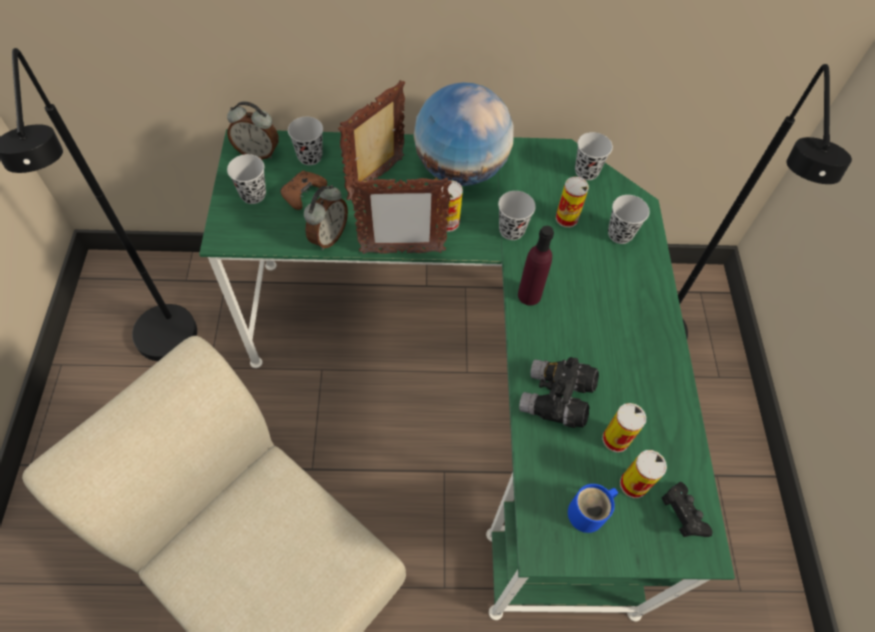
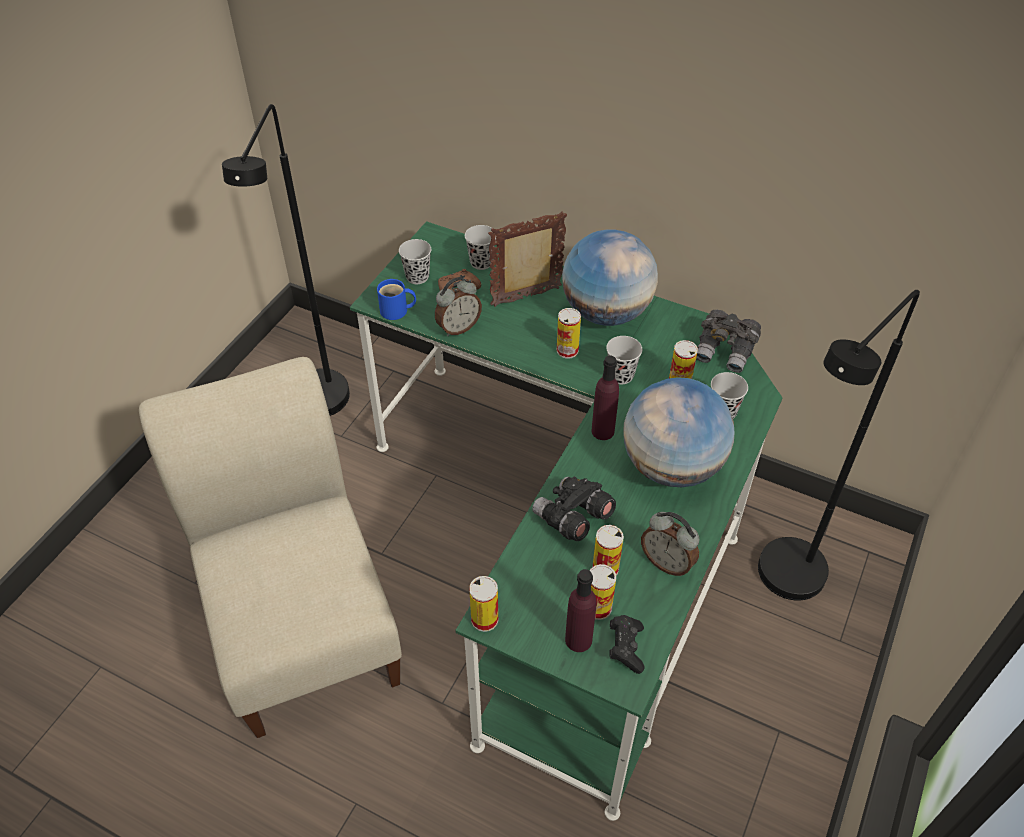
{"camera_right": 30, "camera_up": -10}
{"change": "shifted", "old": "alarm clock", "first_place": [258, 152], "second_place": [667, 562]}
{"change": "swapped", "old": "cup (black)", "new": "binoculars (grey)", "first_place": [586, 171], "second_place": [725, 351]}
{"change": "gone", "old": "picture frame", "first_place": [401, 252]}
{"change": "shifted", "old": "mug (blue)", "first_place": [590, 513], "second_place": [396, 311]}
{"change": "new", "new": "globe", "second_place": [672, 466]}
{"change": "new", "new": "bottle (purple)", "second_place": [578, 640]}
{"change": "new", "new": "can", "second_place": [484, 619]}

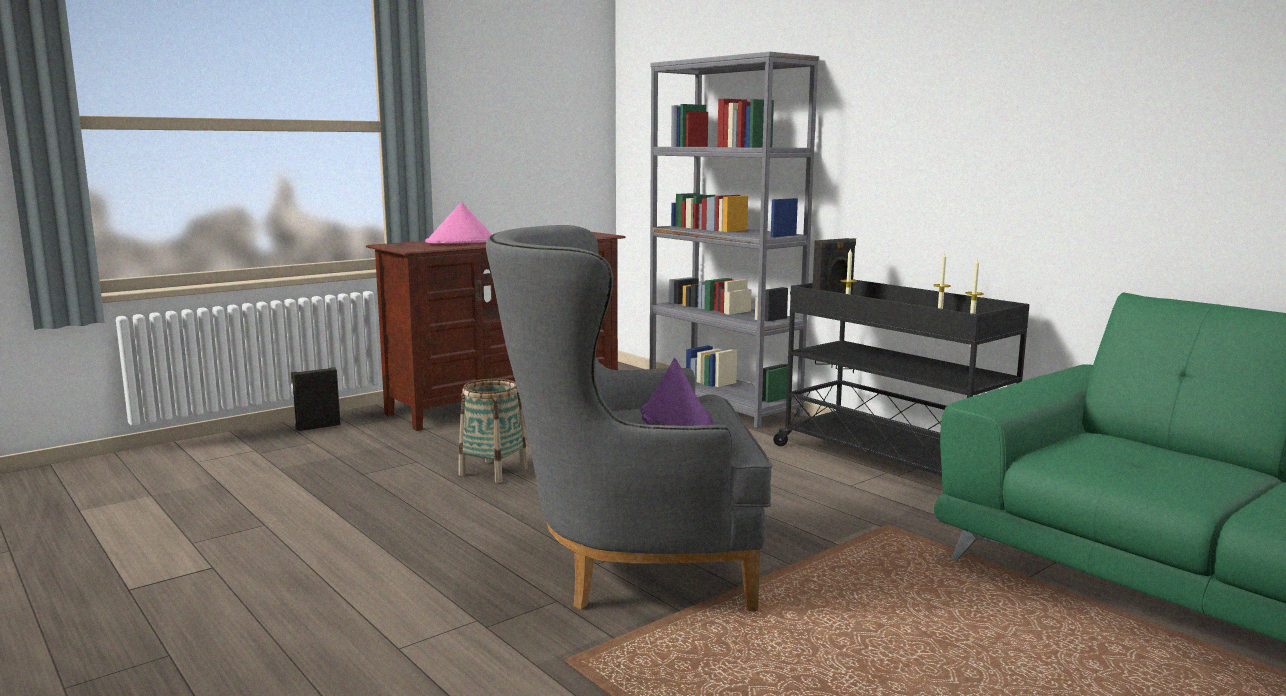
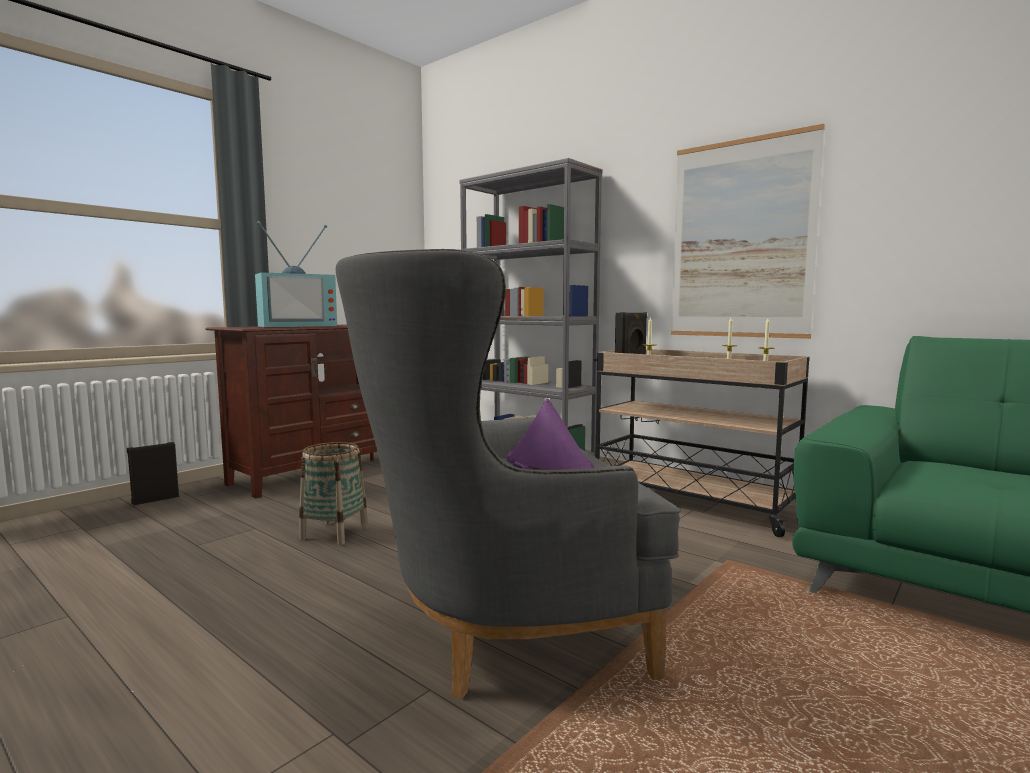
{"camera_right": -10, "camera_up": -5}
{"change": "swapped", "old": "hat (pink)", "new": "television", "first_place": [461, 242], "second_place": [298, 326]}
{"change": "repainted", "old": "cart (black)", "new": "cart (beige)", "first_place": [889, 462], "second_place": [689, 501]}
{"change": "new", "new": "picture", "second_place": [741, 239]}

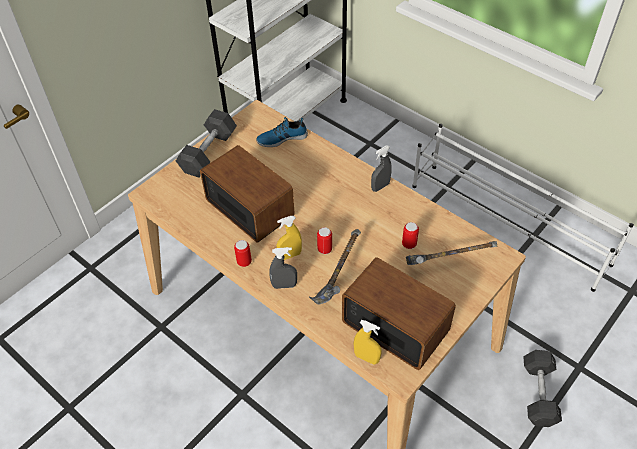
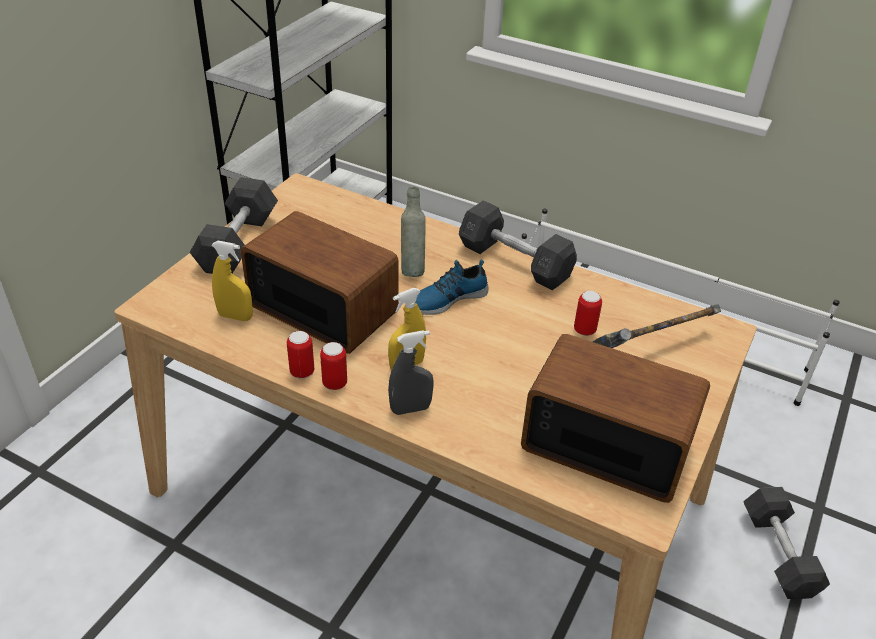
{"camera_right": -15, "camera_up": -10}
{"change": "shifted", "old": "shoe", "first_place": [282, 138], "second_place": [447, 299]}
{"change": "swapped", "old": "spray bottle (grey)", "new": "dumbbell (grey)", "first_place": [380, 187], "second_place": [514, 262]}
{"change": "shifted", "old": "can", "first_place": [324, 249], "second_place": [302, 372]}
{"change": "gone", "old": "hammer", "first_place": [339, 278]}
{"change": "shifted", "old": "spray bottle (yellow)", "first_place": [366, 358], "second_place": [235, 316]}
{"change": "new", "new": "bottle (grey)", "second_place": [412, 269]}

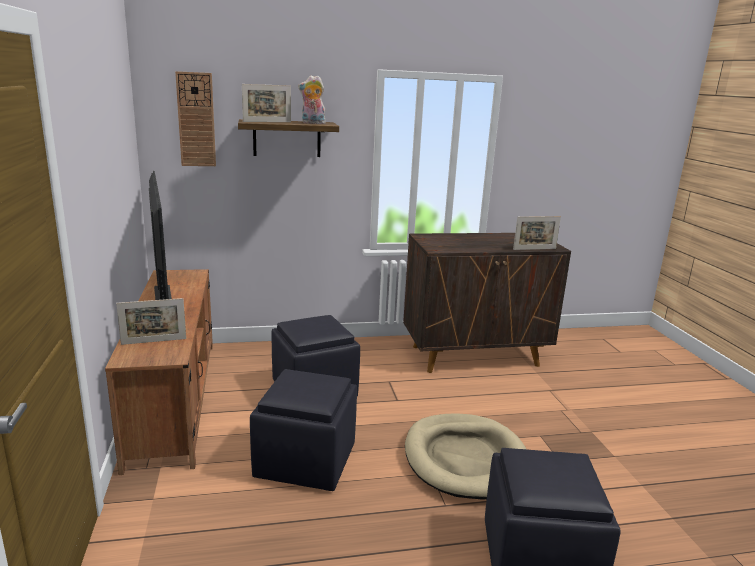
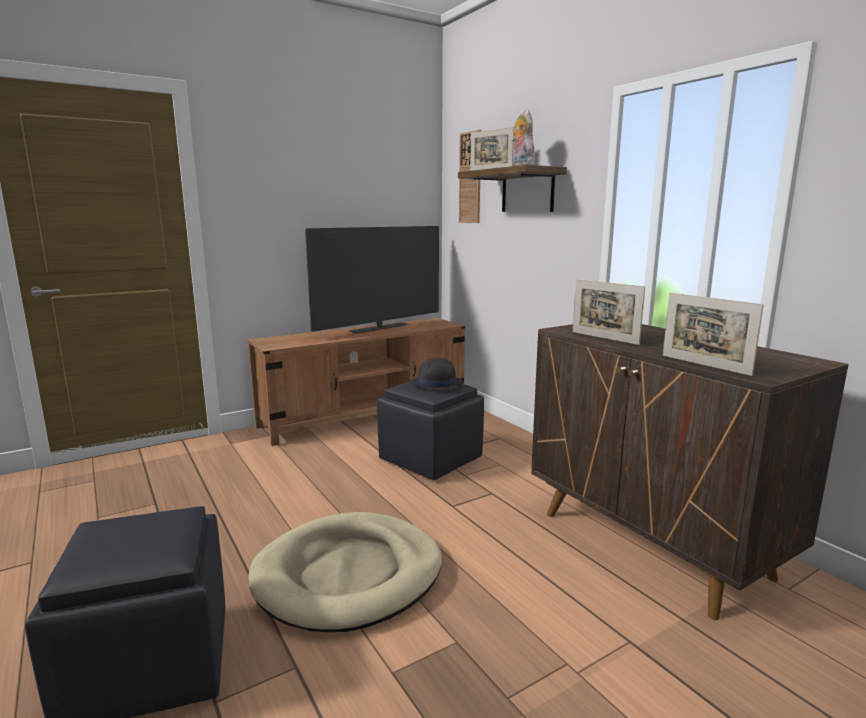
{"camera_right": 70, "camera_up": -5}
{"change": "shifted", "old": "picture frame", "first_place": [154, 341], "second_place": [604, 338]}
{"change": "gone", "old": "ottoman (black)", "first_place": [305, 460]}
{"change": "new", "new": "hat (black)", "second_place": [436, 384]}

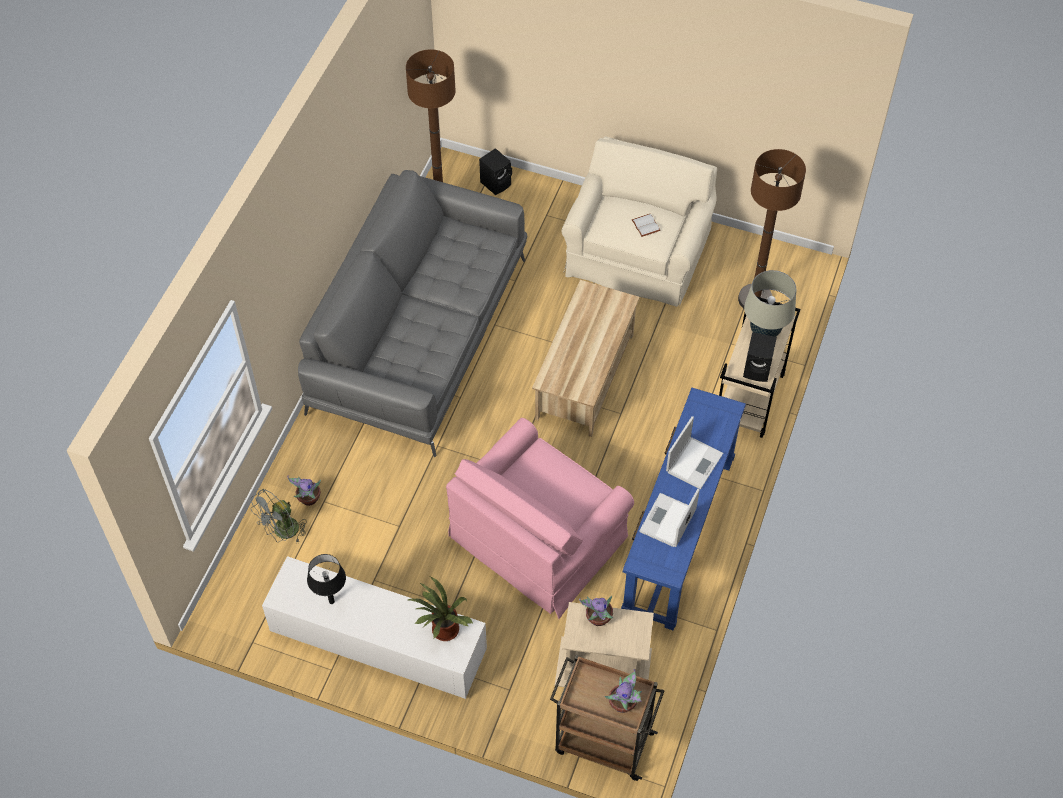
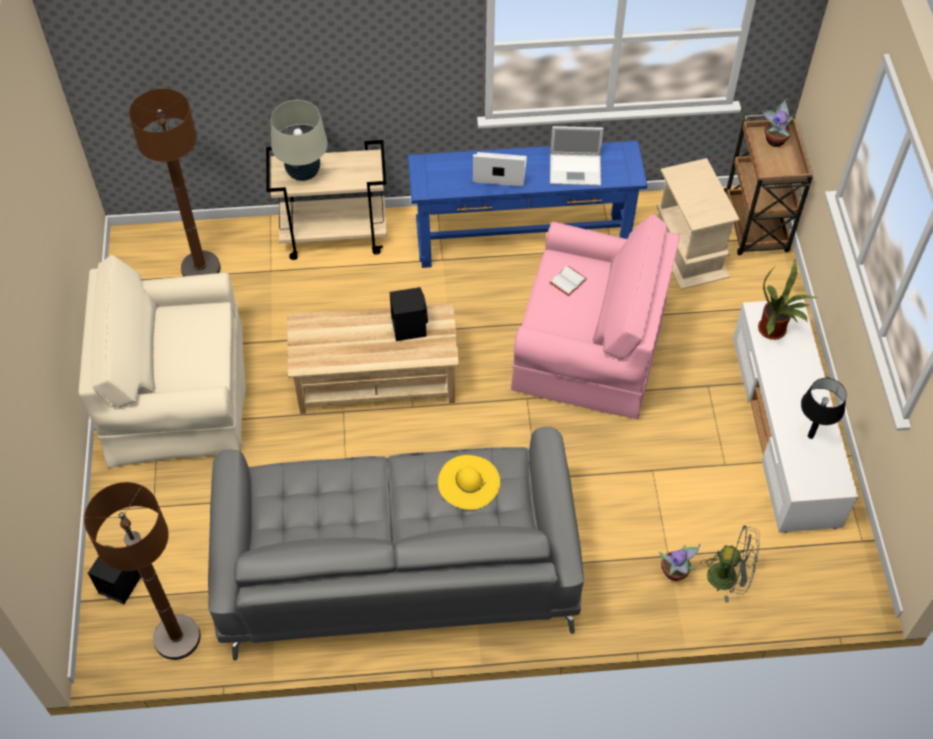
{"camera_right": -115, "camera_up": 0}
{"change": "shifted", "old": "book (white)", "first_place": [645, 225], "second_place": [568, 282]}
{"change": "shifted", "old": "speaker (black)", "first_place": [758, 369], "second_place": [409, 326]}
{"change": "gone", "old": "potted plant", "first_place": [597, 619]}
{"change": "new", "new": "hat (yellow)", "second_place": [469, 482]}

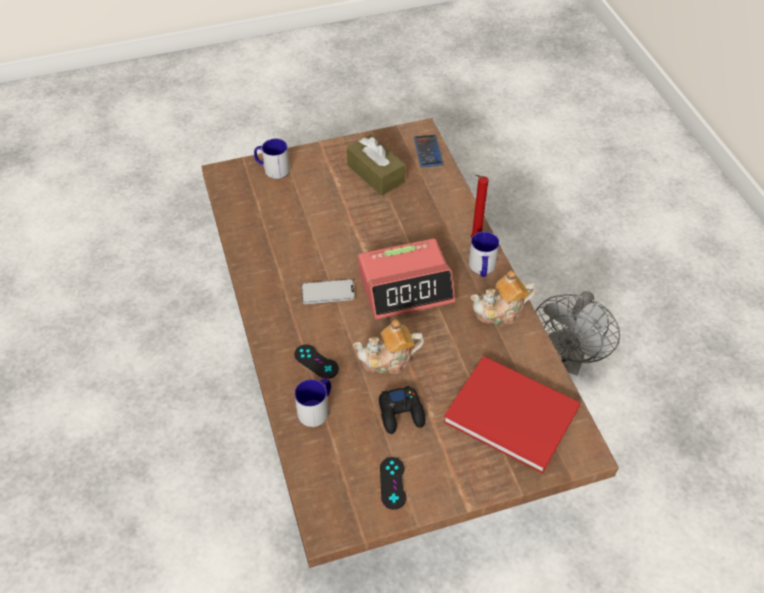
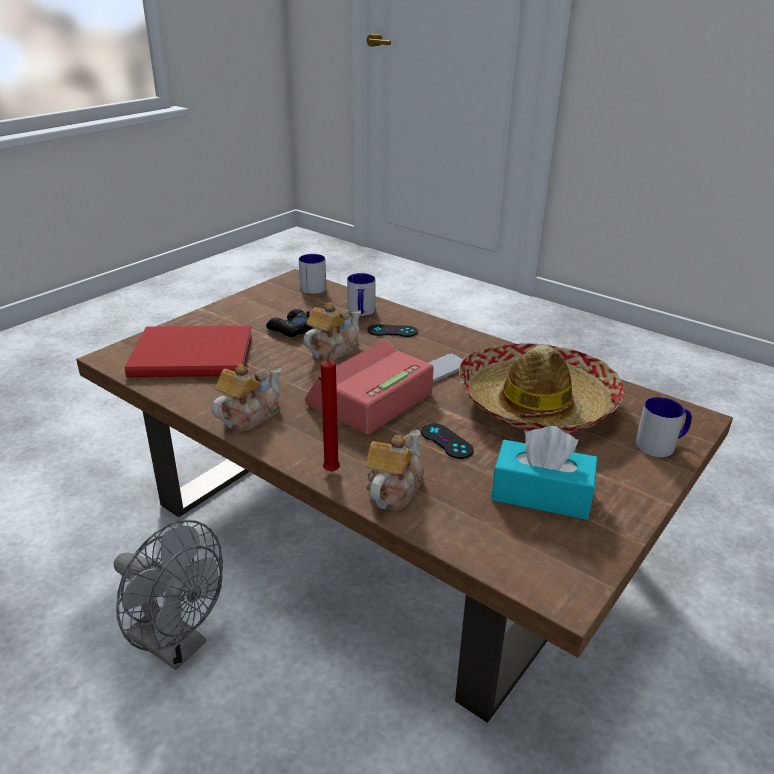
{"camera_right": 145, "camera_up": -20}
{"change": "repainted", "old": "tissue box (brown)", "new": "tissue box (turquoise)", "first_place": [375, 174], "second_place": [541, 494]}
{"change": "gone", "old": "phone", "first_place": [428, 151]}
{"change": "shifted", "old": "mug", "first_place": [482, 268], "second_place": [310, 287]}
{"change": "rotated", "old": "fan (grey)", "first_place": [568, 360], "second_place": [177, 645], "degrees": 135}
{"change": "shifted", "old": "game controller (black)", "first_place": [392, 483], "second_place": [446, 441]}
{"change": "new", "new": "hat", "second_place": [537, 403]}
{"change": "new", "new": "teapot", "second_place": [393, 490]}

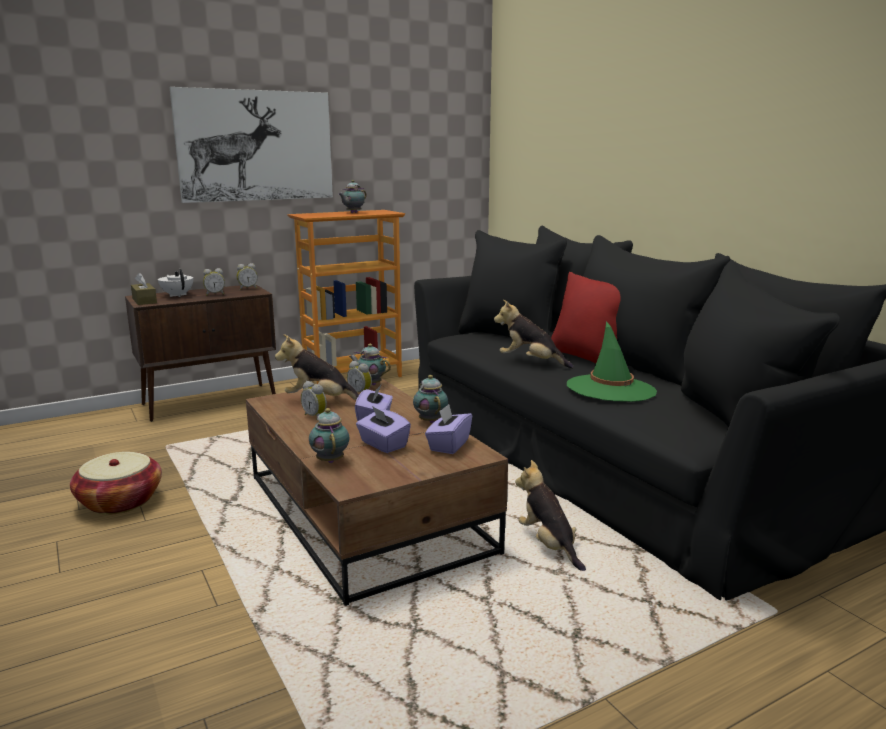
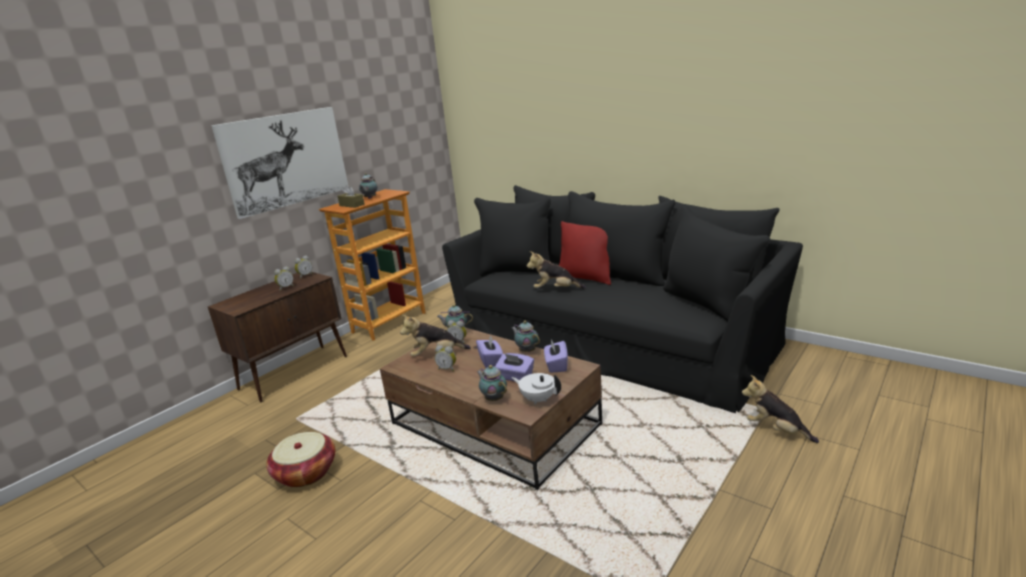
{"camera_right": -20, "camera_up": 5}
{"change": "shifted", "old": "teapot (white)", "first_place": [177, 295], "second_place": [538, 399]}
{"change": "shifted", "old": "tissue box (brown)", "first_place": [144, 301], "second_place": [352, 205]}
{"change": "gone", "old": "hat (green)", "first_place": [611, 389]}
{"change": "shifted", "old": "plush toy", "first_place": [548, 545], "second_place": [776, 430]}

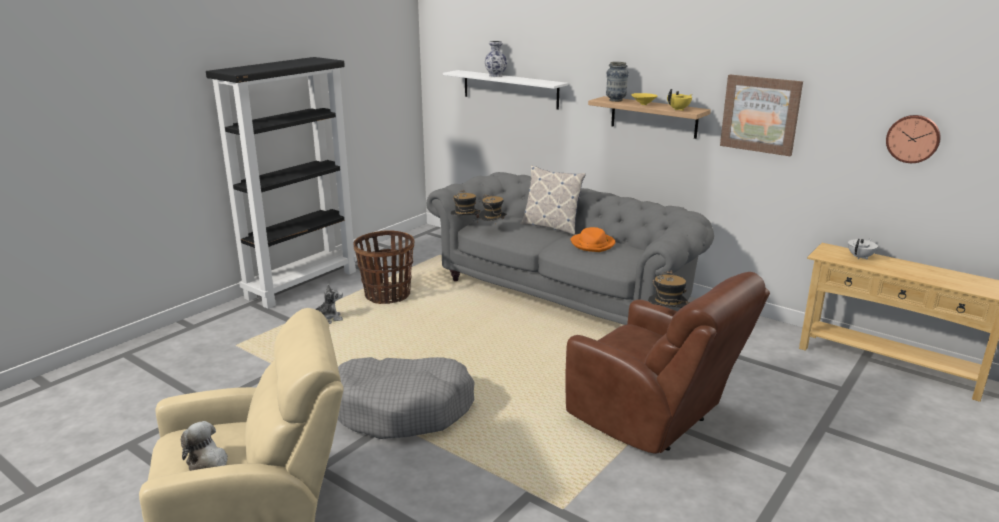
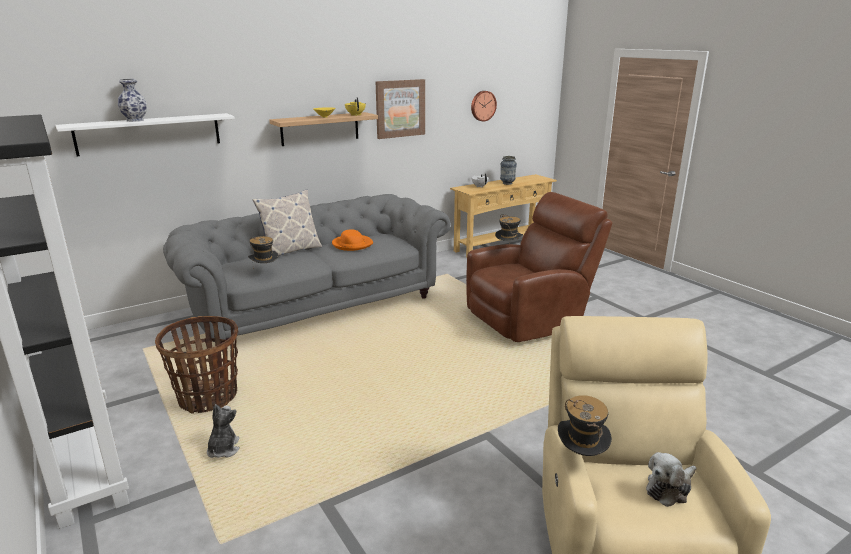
{"camera_right": -70, "camera_up": 0}
{"change": "shifted", "old": "vase", "first_place": [615, 100], "second_place": [507, 183]}
{"change": "shifted", "old": "hat", "first_place": [465, 225], "second_place": [580, 459]}
{"change": "gone", "old": "dog bed (grey)", "first_place": [403, 409]}

